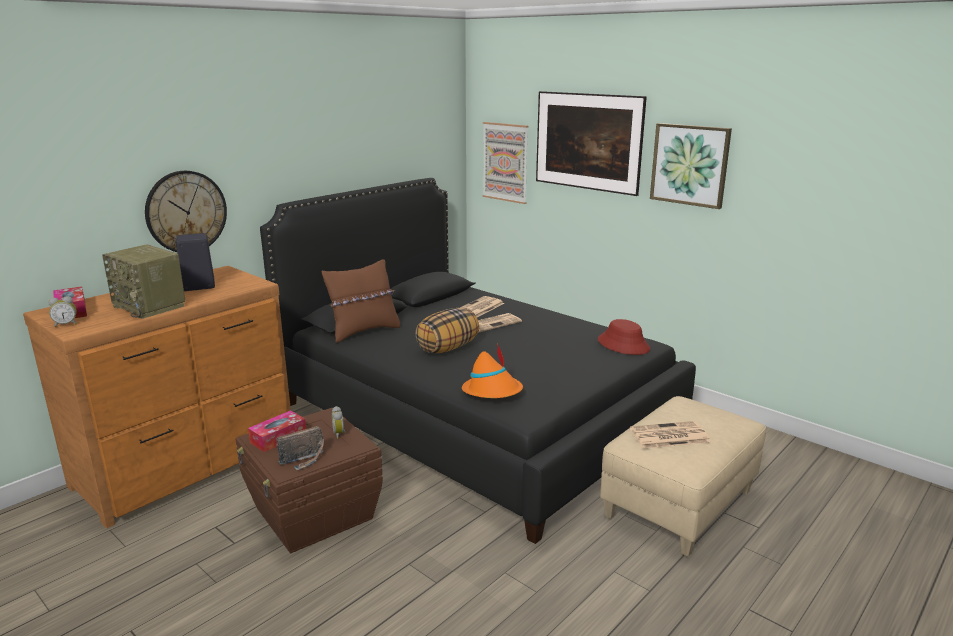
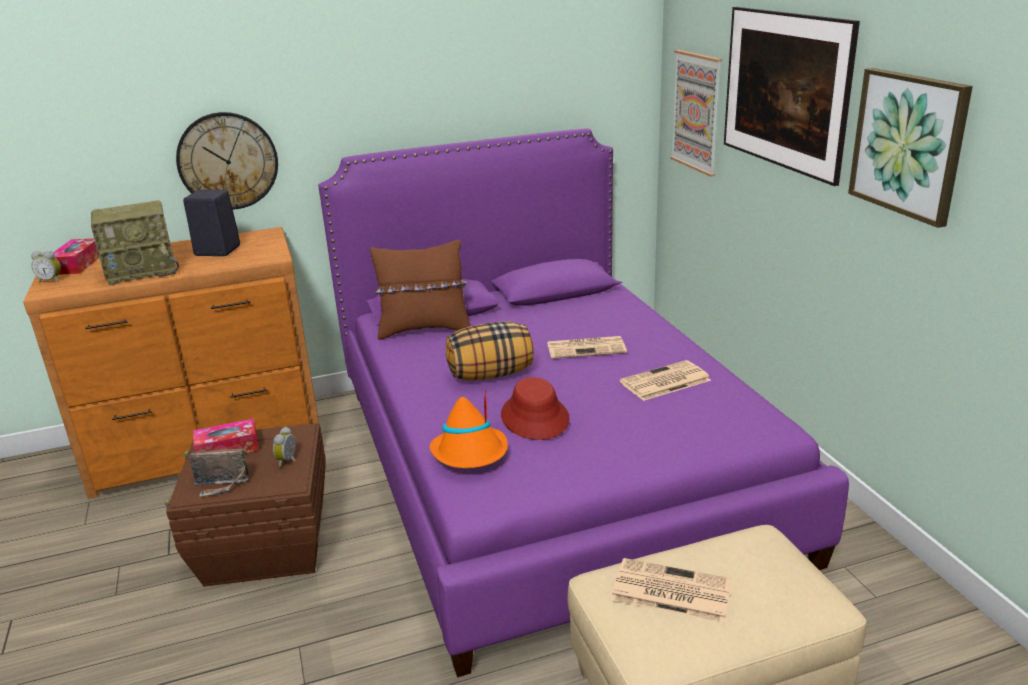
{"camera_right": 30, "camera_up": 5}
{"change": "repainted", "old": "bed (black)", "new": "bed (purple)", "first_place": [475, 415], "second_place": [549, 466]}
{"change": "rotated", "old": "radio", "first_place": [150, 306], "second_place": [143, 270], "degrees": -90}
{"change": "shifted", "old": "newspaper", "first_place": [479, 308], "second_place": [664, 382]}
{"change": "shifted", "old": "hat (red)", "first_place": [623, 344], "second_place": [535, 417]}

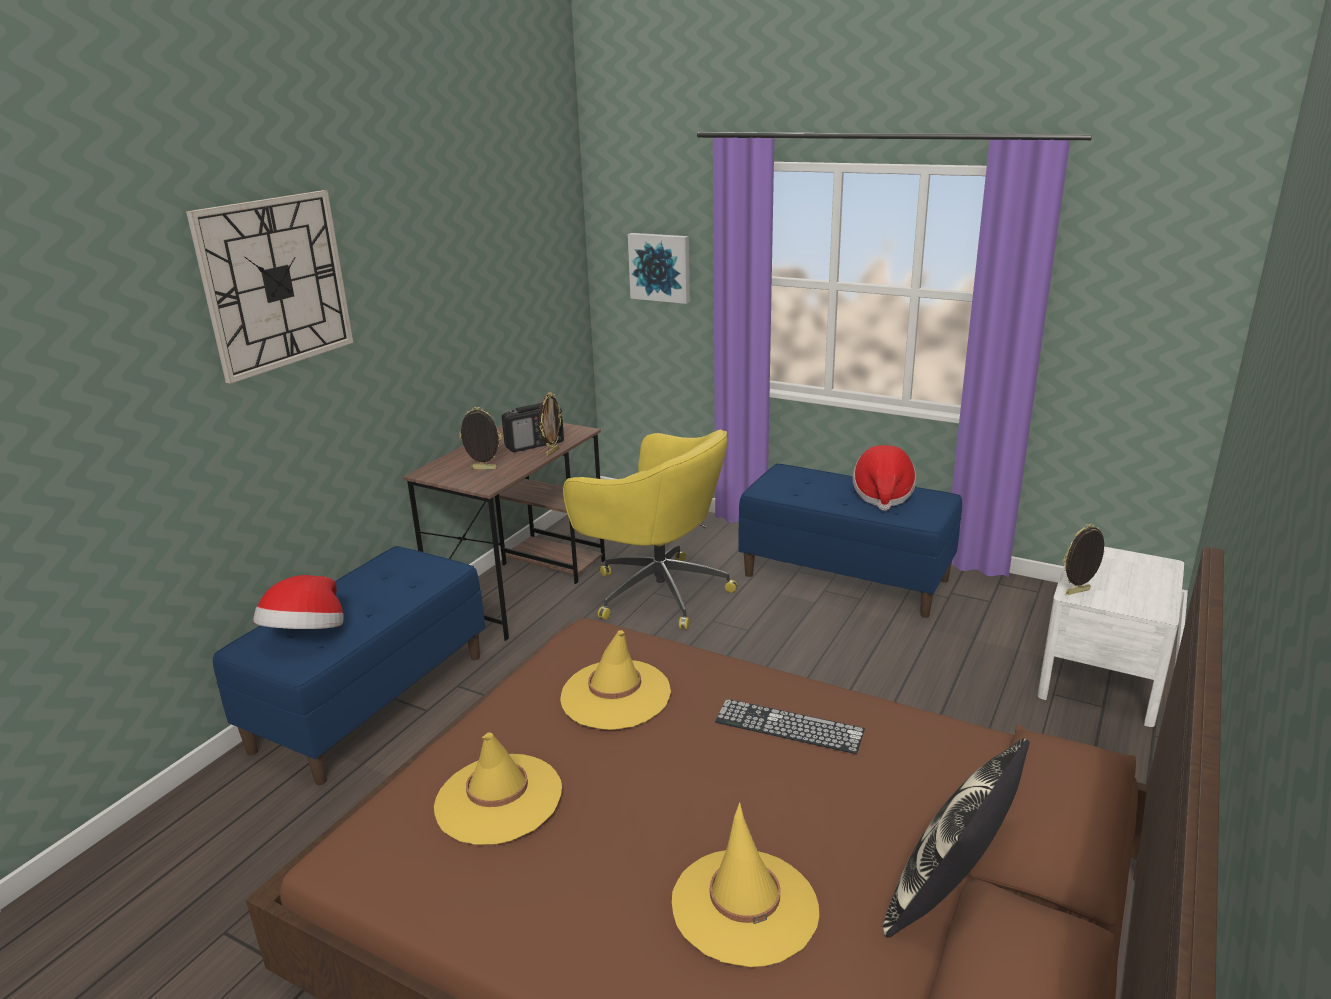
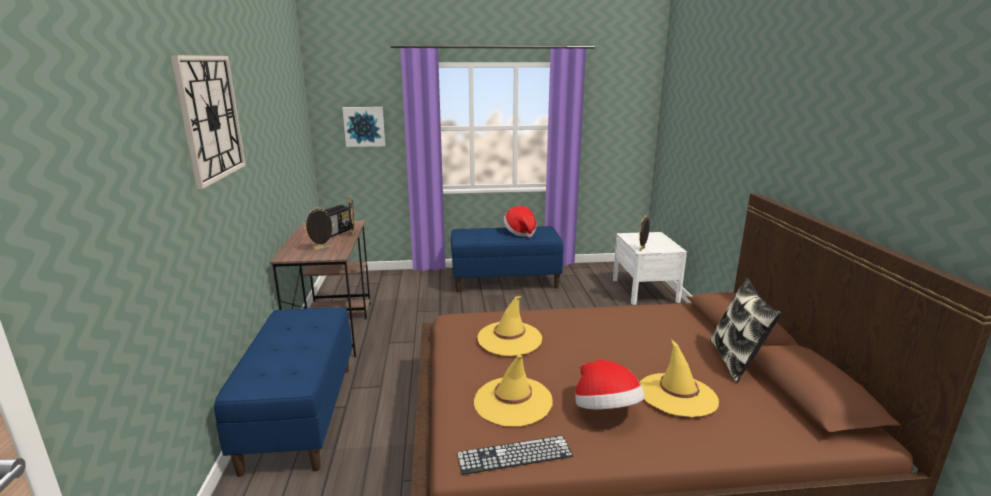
{"camera_right": -35, "camera_up": -5}
{"change": "gone", "old": "office chair (yellow)", "first_place": [656, 591]}
{"change": "shifted", "old": "hat", "first_place": [306, 636], "second_place": [606, 410]}
{"change": "shifted", "old": "keyboard", "first_place": [788, 726], "second_place": [514, 455]}

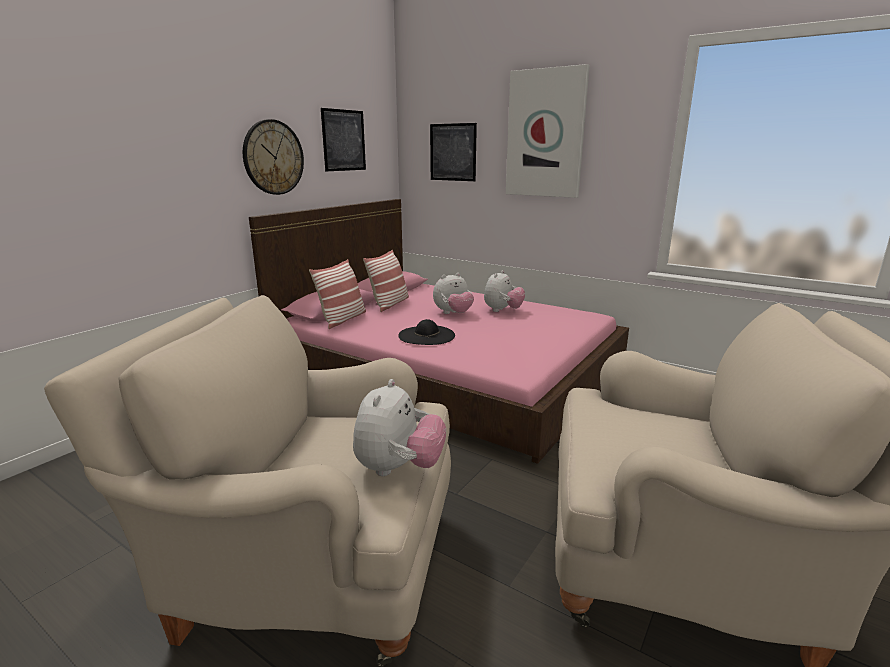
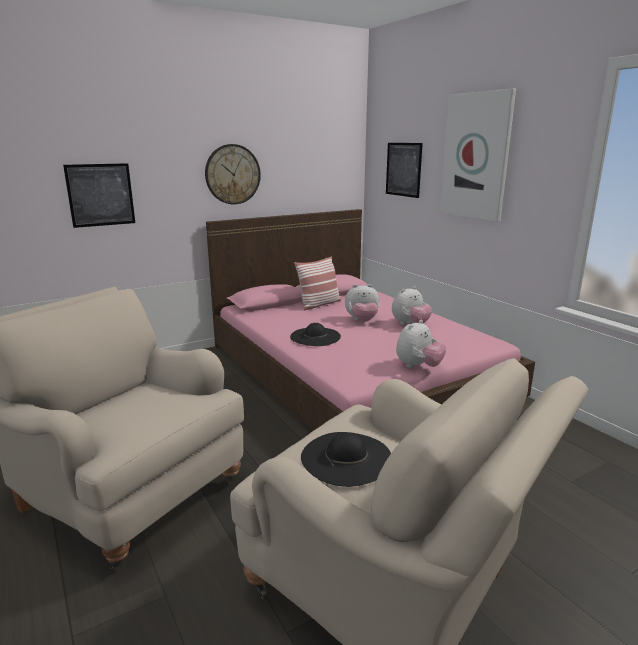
{"camera_right": 25, "camera_up": 0}
{"change": "shifted", "old": "picture", "first_place": [344, 140], "second_place": [100, 195]}
{"change": "gone", "old": "pillow", "first_place": [342, 319]}
{"change": "shifted", "old": "plush toy", "first_place": [399, 468], "second_place": [418, 366]}
{"change": "new", "new": "hat (black)", "second_place": [346, 458]}

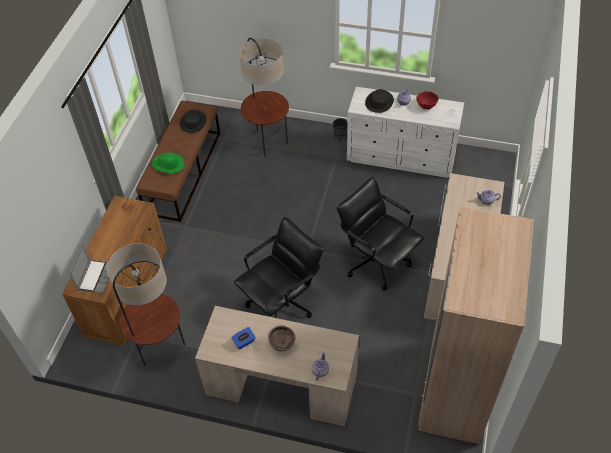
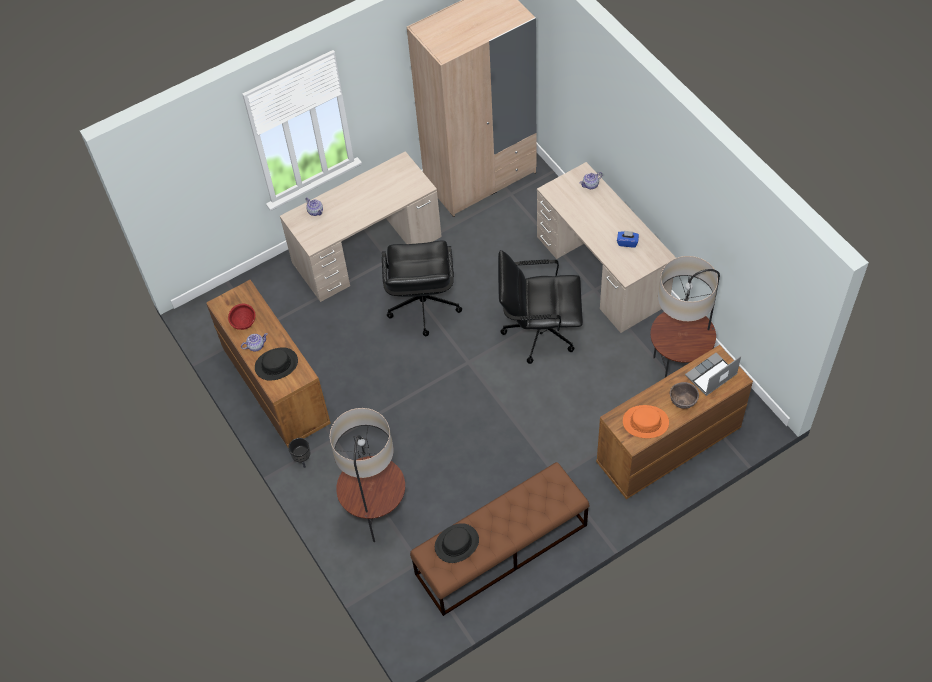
{"camera_right": -135, "camera_up": 5}
{"change": "repainted", "old": "dresser (white)", "new": "dresser (brown)", "first_place": [401, 157], "second_place": [276, 387]}
{"change": "gone", "old": "hat (green)", "first_place": [168, 165]}
{"change": "shifted", "old": "bowl (brown)", "first_place": [282, 345], "second_place": [683, 402]}
{"change": "new", "new": "hat (orange)", "second_place": [645, 422]}

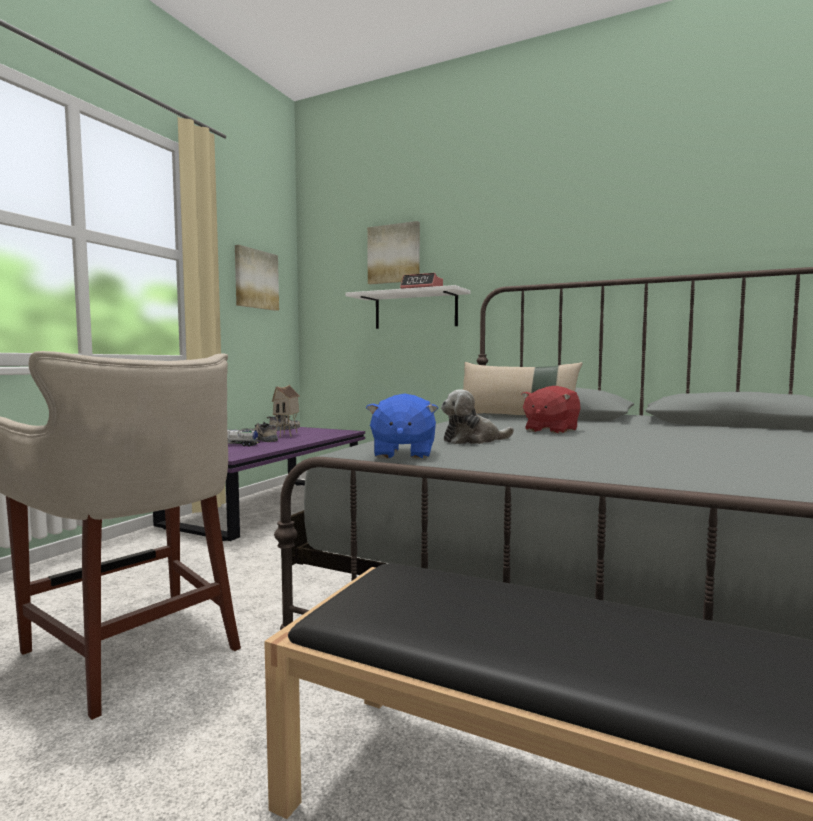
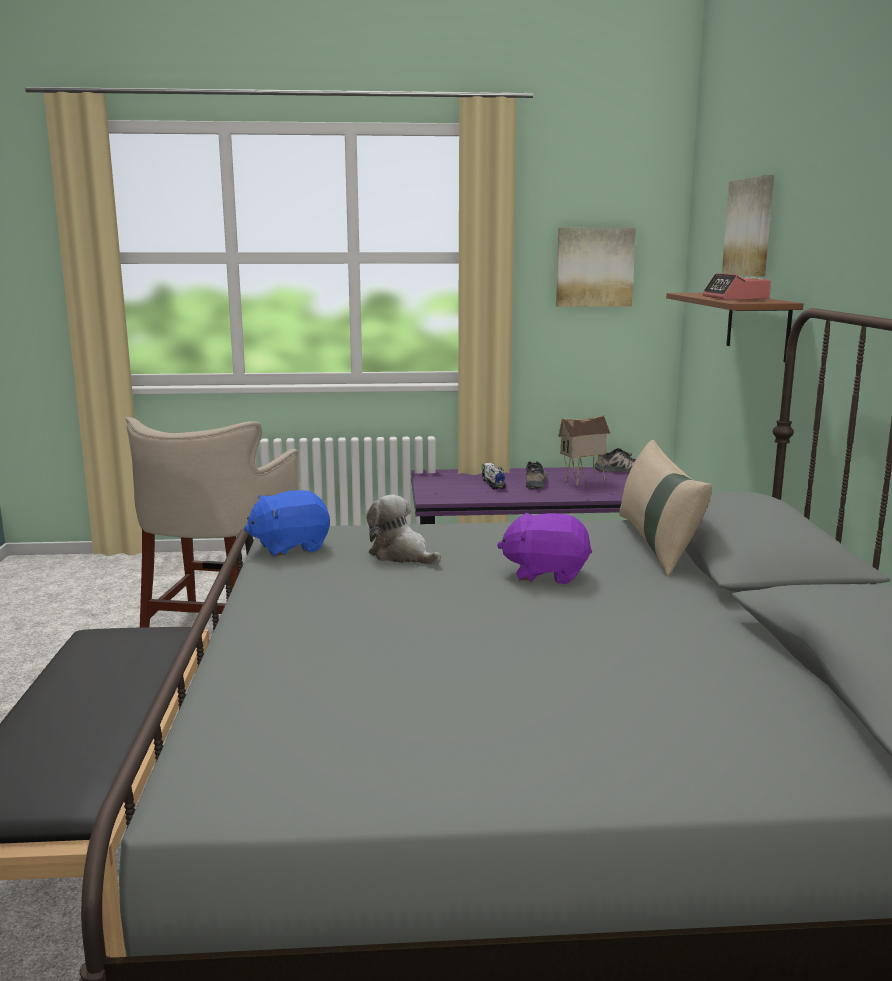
{"camera_right": 60, "camera_up": 10}
{"change": "repainted", "old": "shelf (white)", "new": "shelf (brown)", "first_place": [415, 310], "second_place": [757, 325]}
{"change": "repainted", "old": "plush toy (red)", "new": "plush toy (purple)", "first_place": [550, 430], "second_place": [546, 574]}

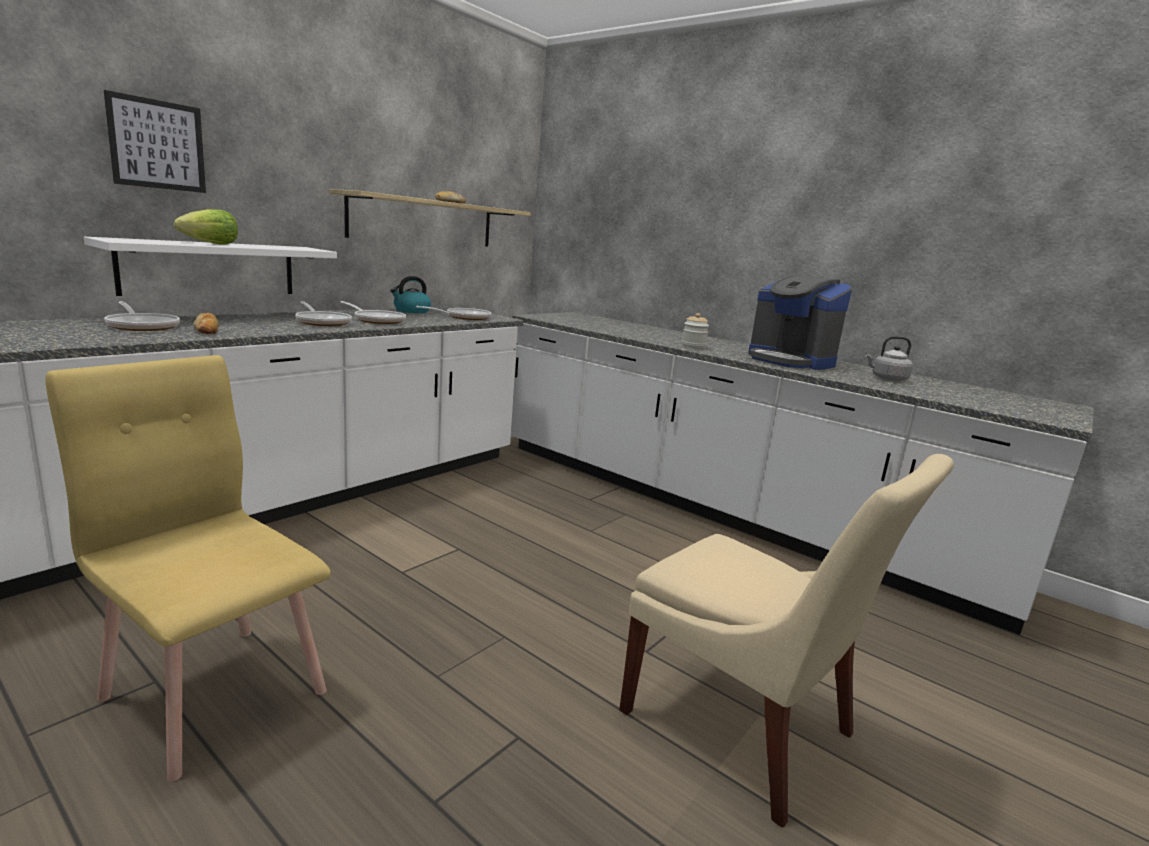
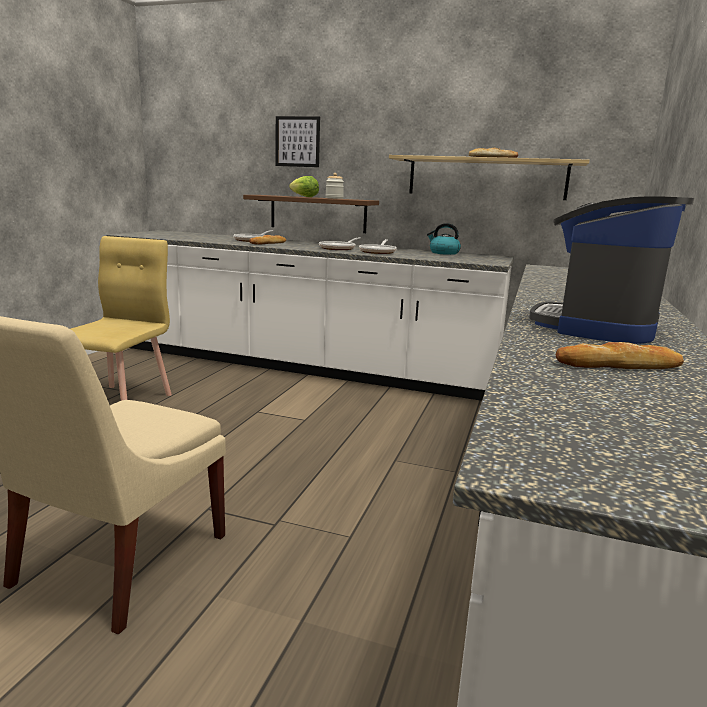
{"camera_right": 70, "camera_up": 0}
{"change": "repainted", "old": "shelf (white)", "new": "shelf (brown)", "first_place": [210, 268], "second_place": [318, 214]}
{"change": "gone", "old": "frying pan", "first_place": [464, 317]}
{"change": "shifted", "old": "jar", "first_place": [693, 346], "second_place": [334, 198]}
{"change": "swapped", "old": "kettle (grey)", "new": "bread", "first_place": [887, 379], "second_place": [619, 365]}

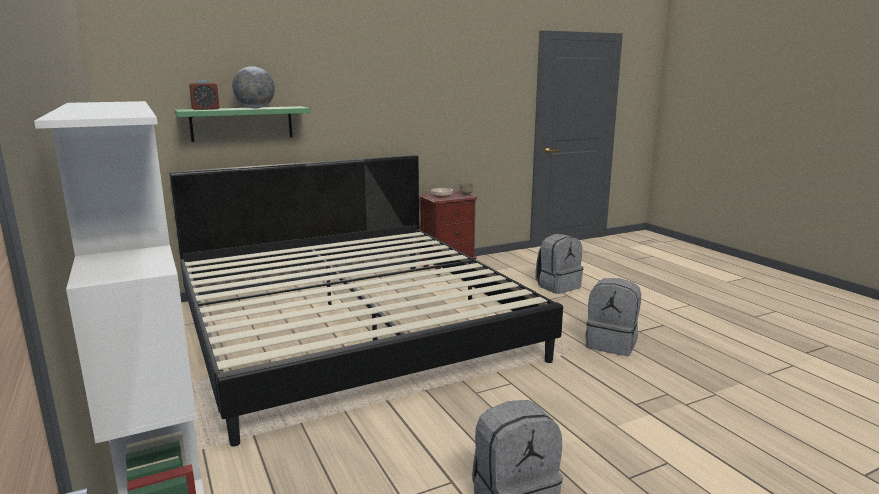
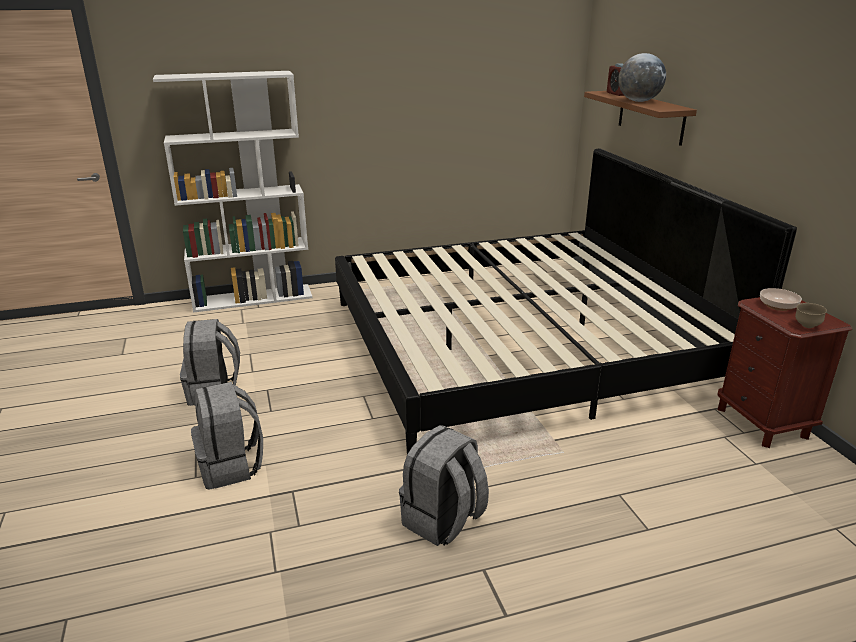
{"camera_right": 100, "camera_up": 10}
{"change": "repainted", "old": "shelf (green)", "new": "shelf (brown)", "first_place": [242, 123], "second_place": [651, 117]}
{"change": "shifted", "old": "backpack (grey)", "first_place": [557, 286], "second_place": [231, 466]}

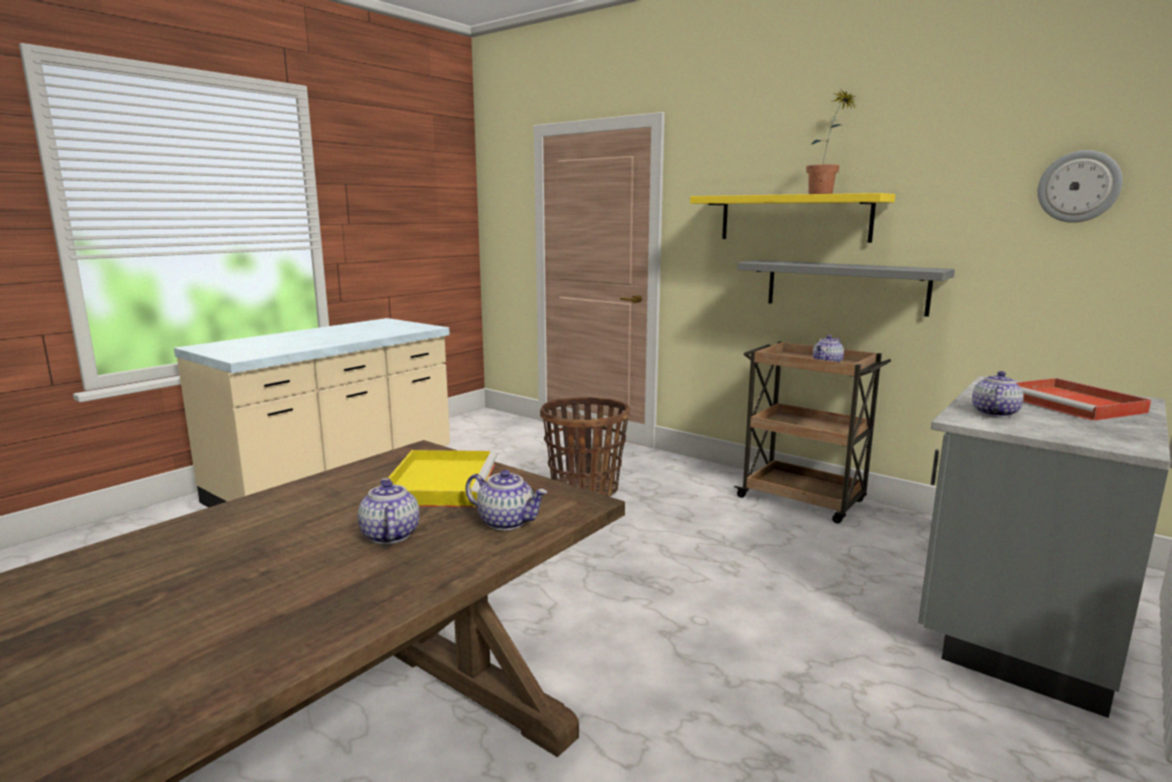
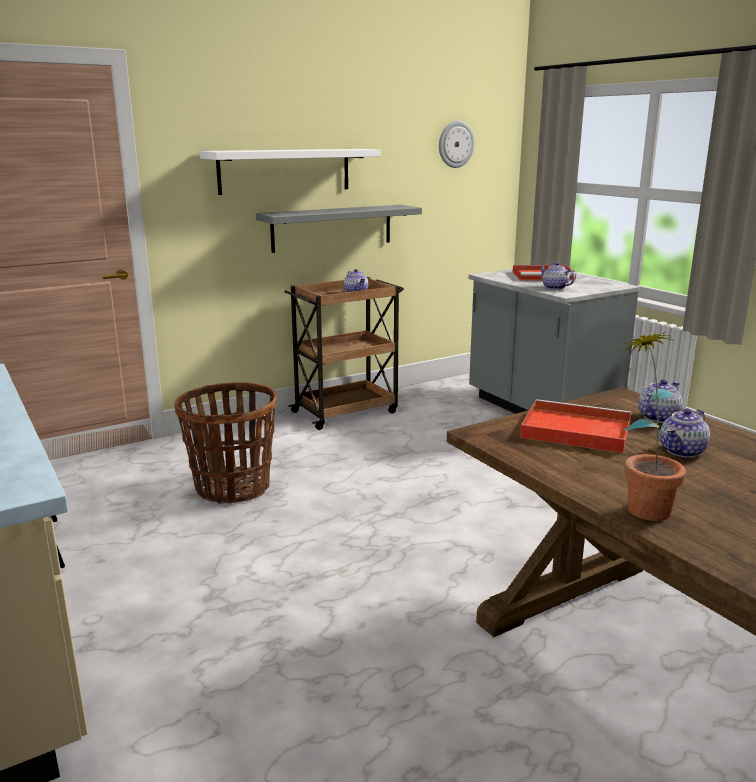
{"camera_right": -70, "camera_up": 5}
{"change": "shifted", "old": "potted plant", "first_place": [826, 194], "second_place": [642, 504]}
{"change": "repainted", "old": "shelf (yellow)", "new": "shelf (white)", "first_place": [794, 218], "second_place": [285, 171]}
{"change": "repainted", "old": "tray (yellow)", "new": "tray (red)", "first_place": [441, 482], "second_place": [573, 430]}
{"change": "rotated", "old": "teapot", "first_place": [389, 535], "second_place": [682, 451], "degrees": -45}

